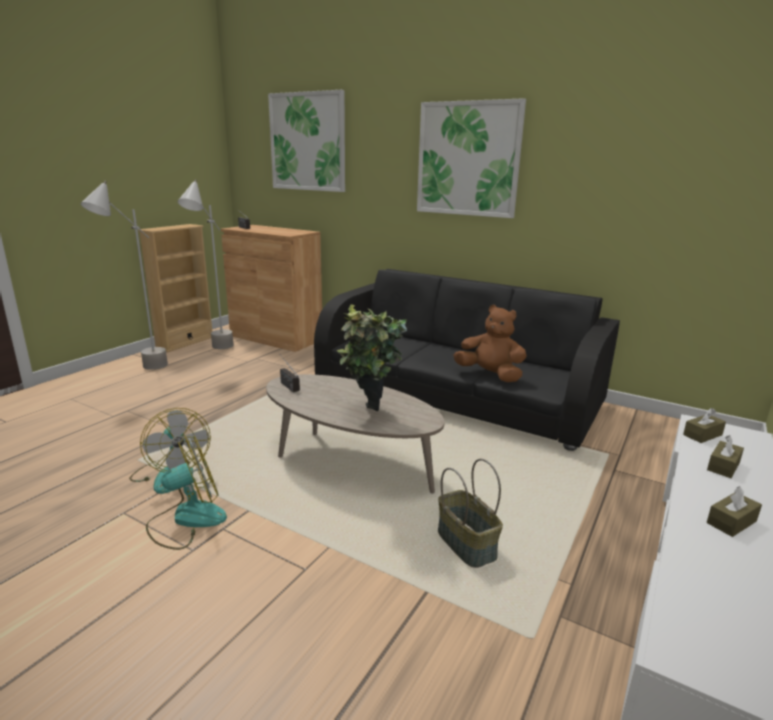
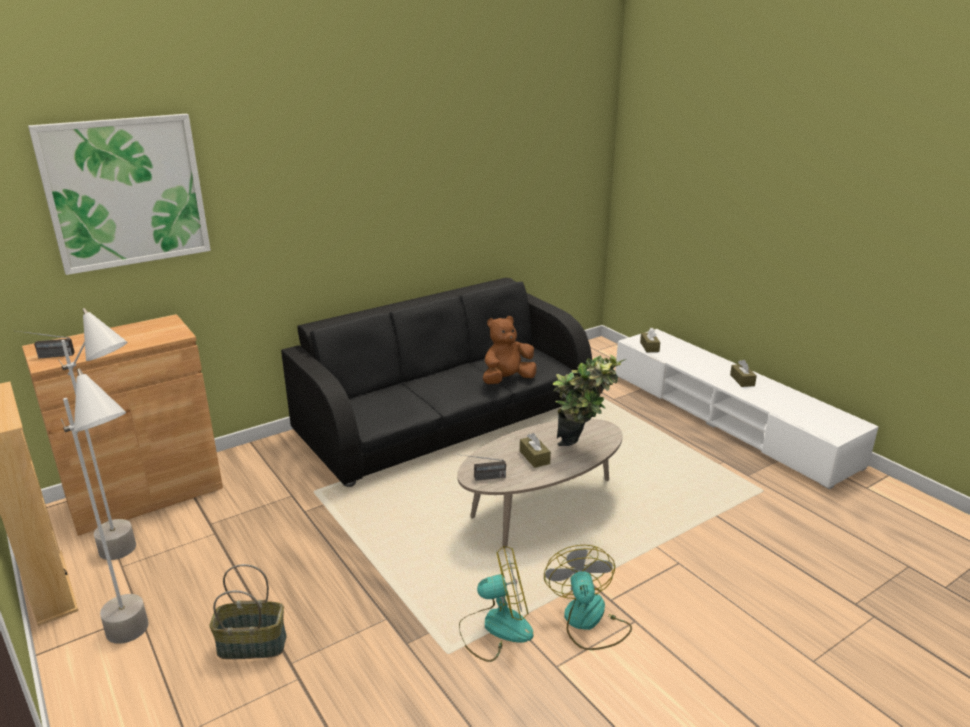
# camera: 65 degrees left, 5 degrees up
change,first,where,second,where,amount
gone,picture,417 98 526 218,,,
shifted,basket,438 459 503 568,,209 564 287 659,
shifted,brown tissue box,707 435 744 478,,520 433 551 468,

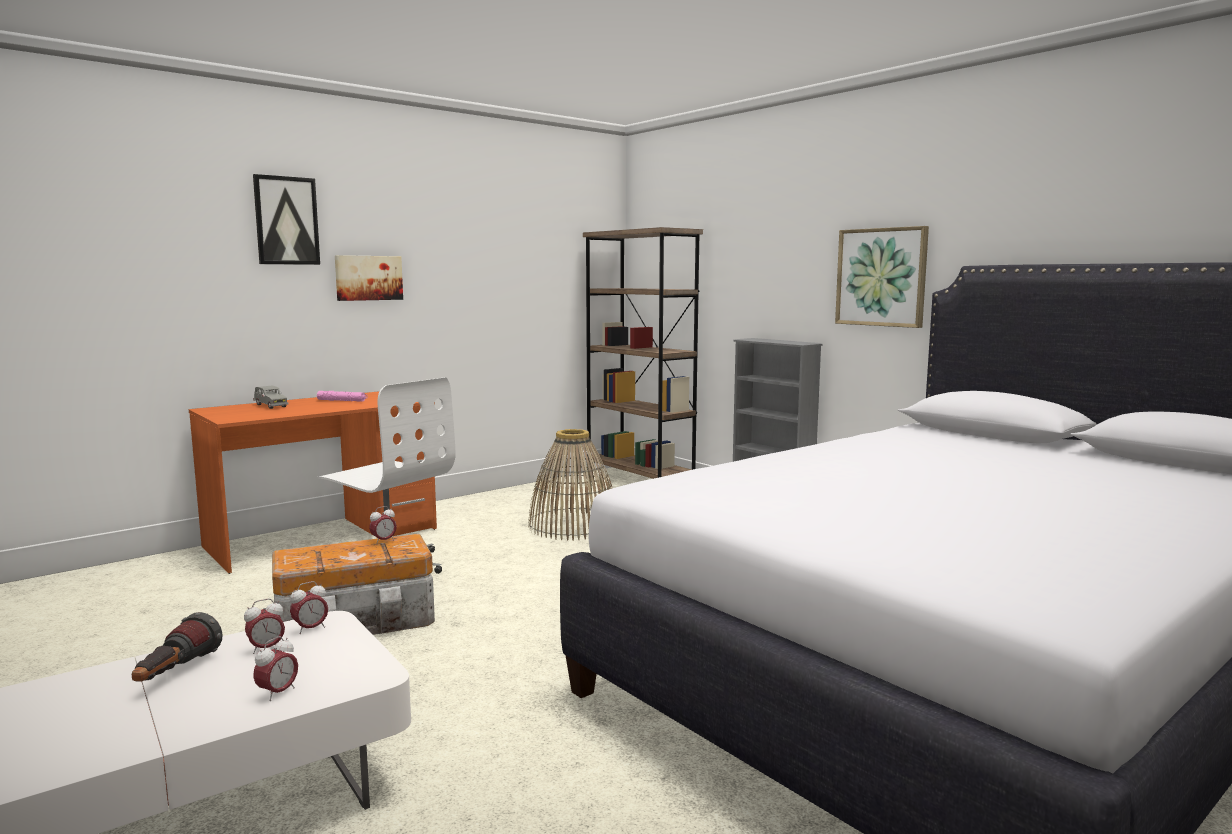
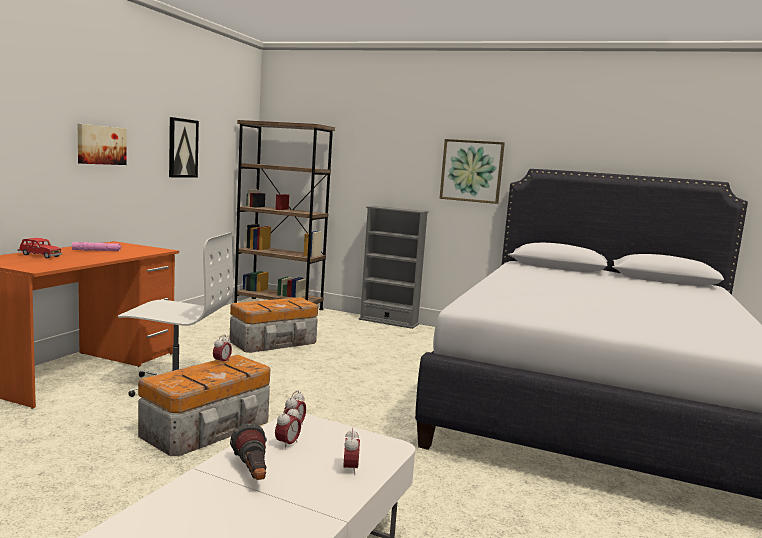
# camera: 30 degrees left, 0 degrees up
change,first,where,second,where,amount
shifted,picture,253 174 320 265,,169 117 199 178,
swapped,basket,528 429 612 541,storage box,230 297 318 353,
repainted,grey toy car,253 386 288 409,red toy car,18 238 62 259,

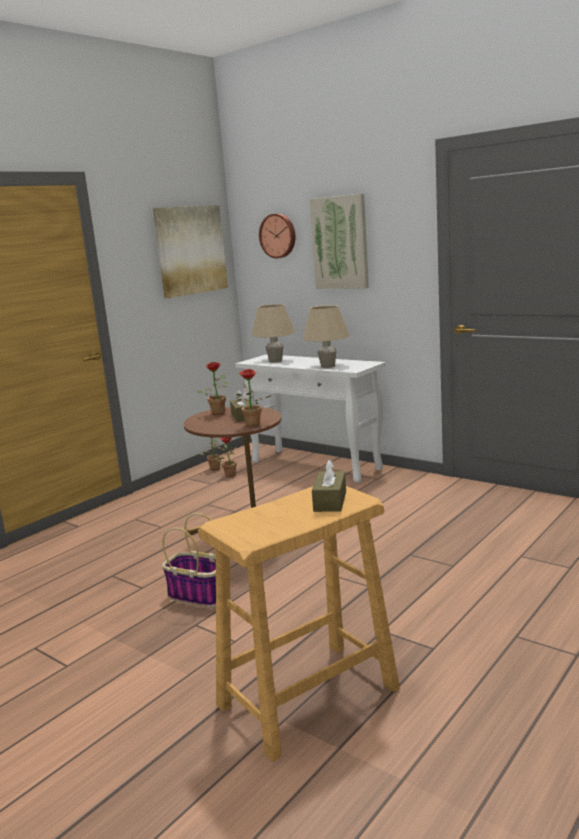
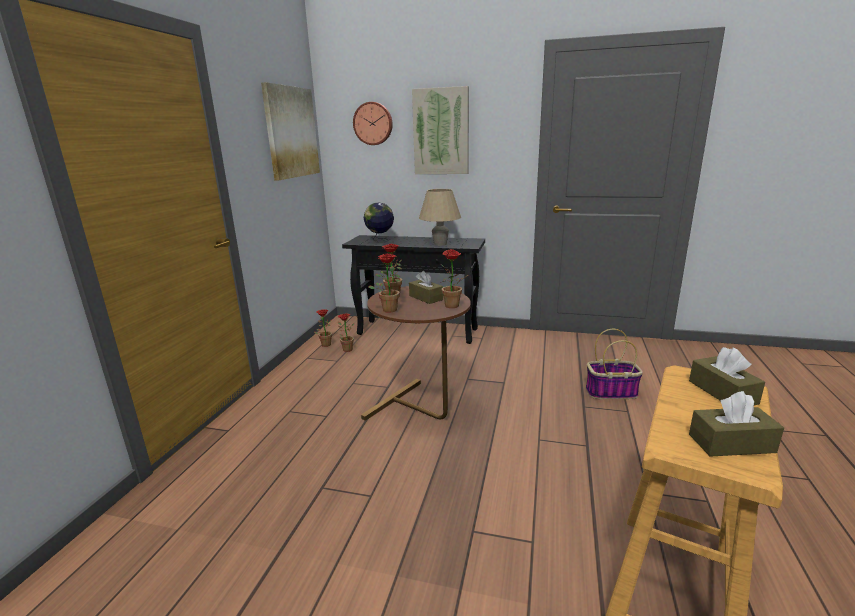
# camera: 25 degrees left, 5 degrees up
change,first,where,second,where,amount
new,,,potted plant,368 254 400 313,
new,,,brown tissue box,689 391 784 457,
shifted,basket,162 513 216 607,,586 329 643 399,
swapped,beige table lamp,251 304 295 363,globe,364 203 394 243,
repainted,white console table,235 354 386 483,black console table,342 235 485 344,

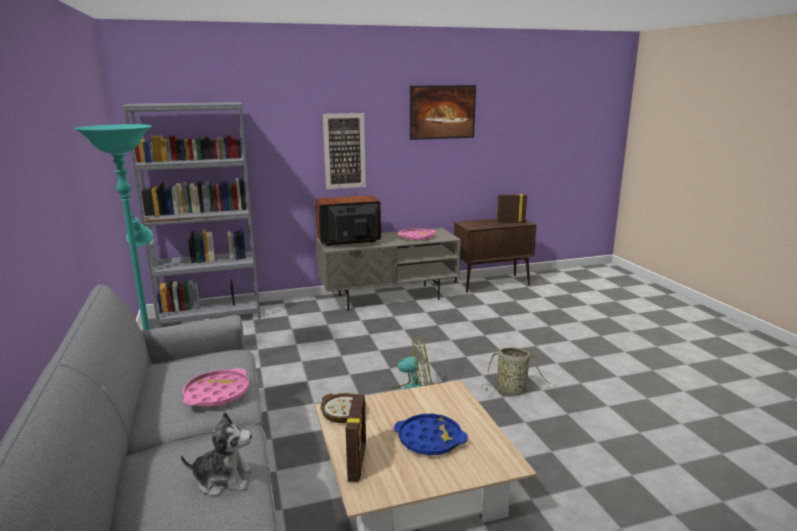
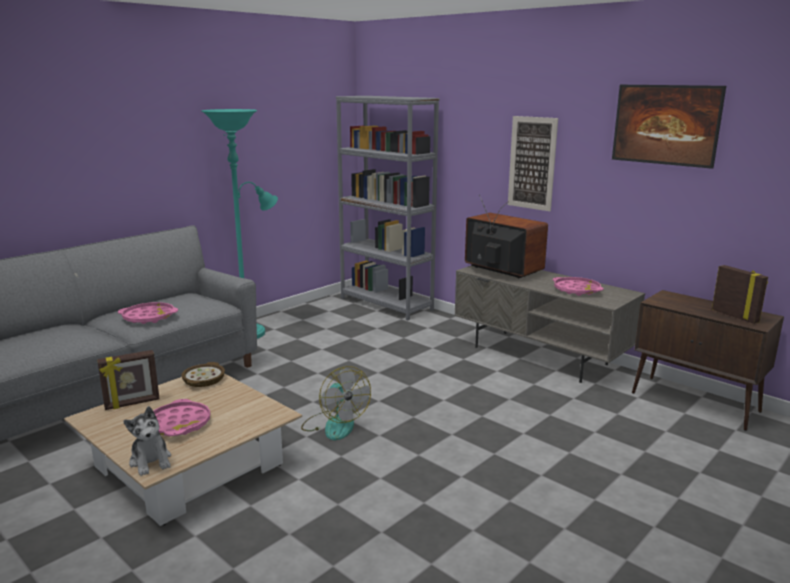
# camera: 60 degrees right, 0 degrees up
change,first,where,second,where,amount
gone,basket,481 347 557 396,,,
shifted,plush toy,181 412 254 496,,124 406 171 476,
repainted,blue tray,394 414 468 455,pink tray,153 399 210 436,

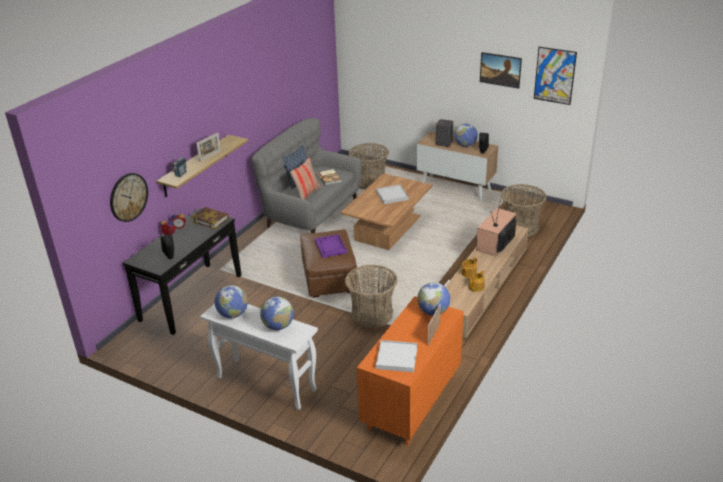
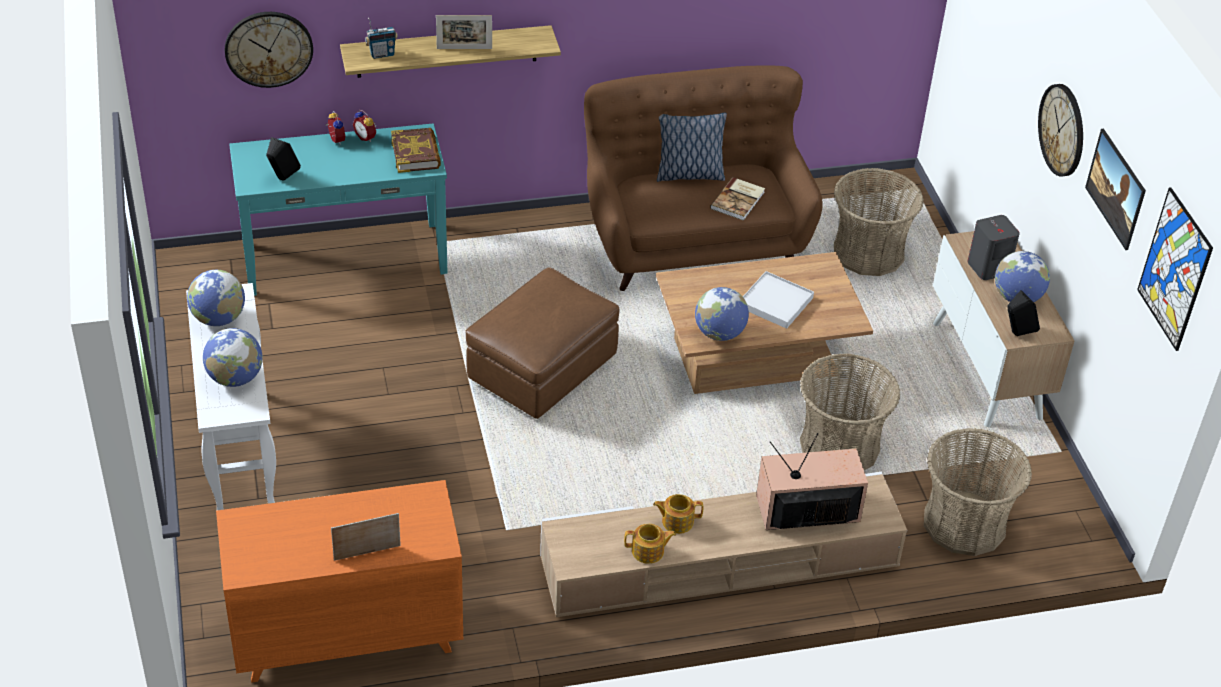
# camera: 45 degrees right, 10 degrees up
change,first,where,second,where,amount
gone,pillow,290 157 321 200,,,
gone,purple tray,315 234 347 258,,,
gone,white tray,376 340 418 372,,,
new,,,wall clock,1038 84 1083 177,
shifted,basket,345 265 398 328,,800 353 900 470,
shifted,globe,417 282 450 315,,695 287 749 341,
repainted,black console table,123 209 242 335,turquoise console table,229 124 447 296,
repainted,grey sofa,252 118 362 233,brown sofa,584 66 823 291,

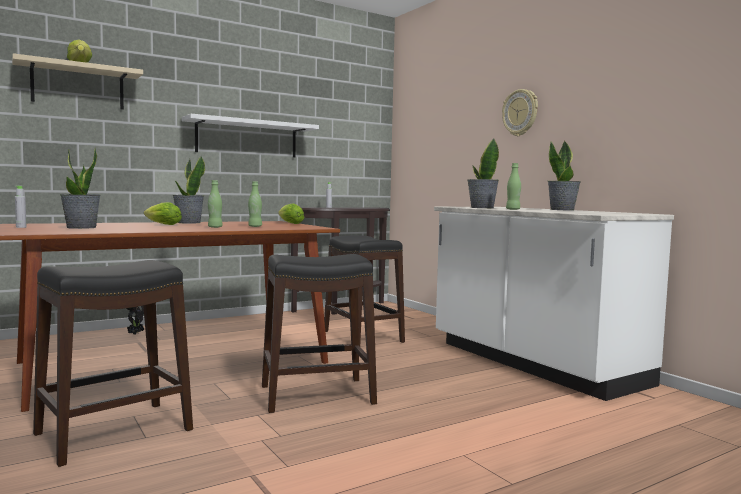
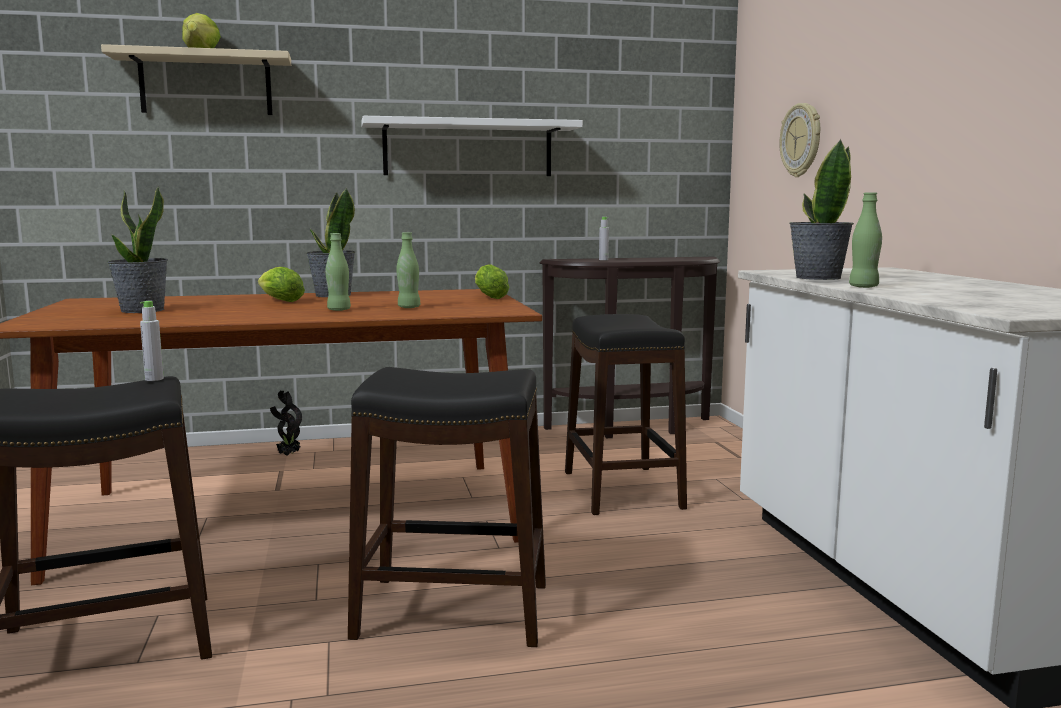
# camera: 20 degrees right, 5 degrees up
change,first,where,second,where,amount
gone,potted plant,548 141 581 211,,,
shifted,grey bottle,15 186 27 228,,140 301 164 381,
shifted,wall clock,502 89 538 136,,779 103 820 177,

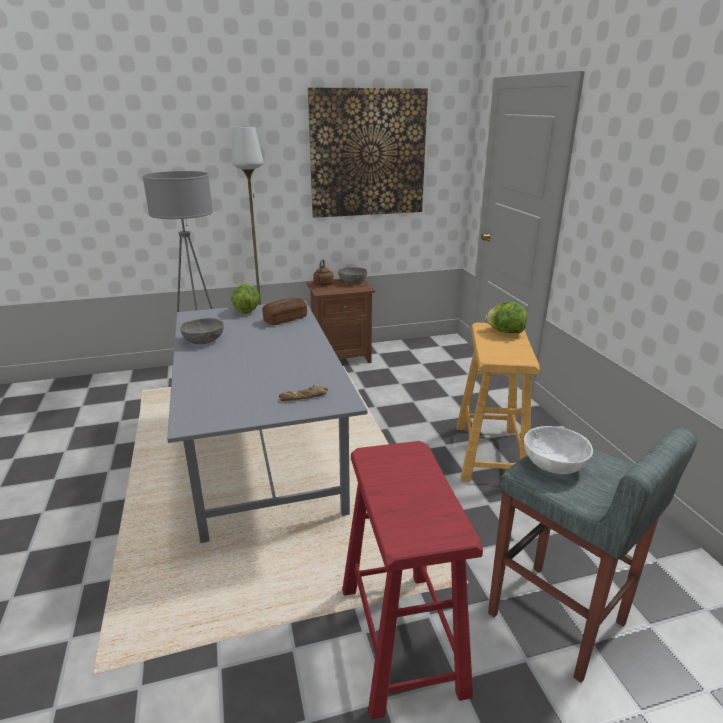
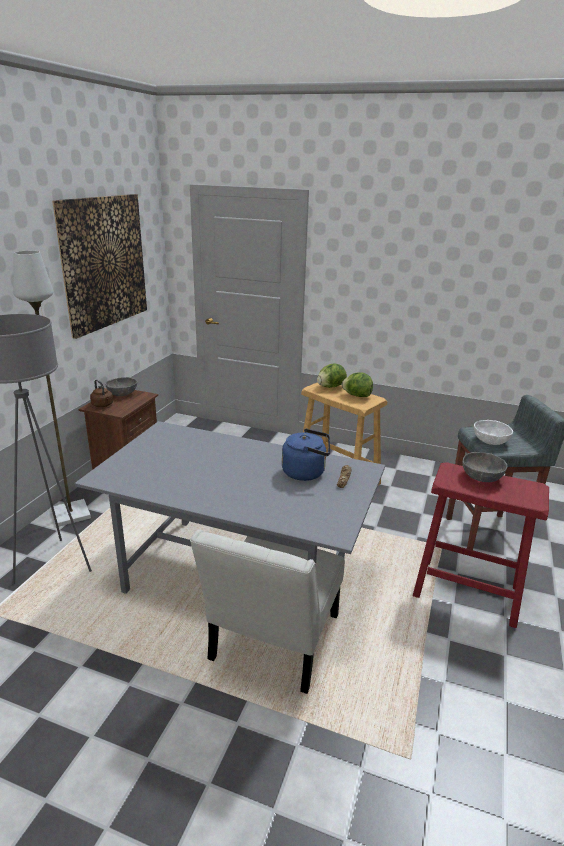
# camera: 55 degrees left, 0 degrees up
change,first,where,second,where,amount
gone,bread,262 298 307 325,,,
new,,,white chair,190 529 345 694,
new,,,blue kettle,282 429 330 481,
shifted,grey bowl,180 318 224 344,,462 452 507 482,
shifted,lettuce,231 284 260 314,,341 372 373 397,

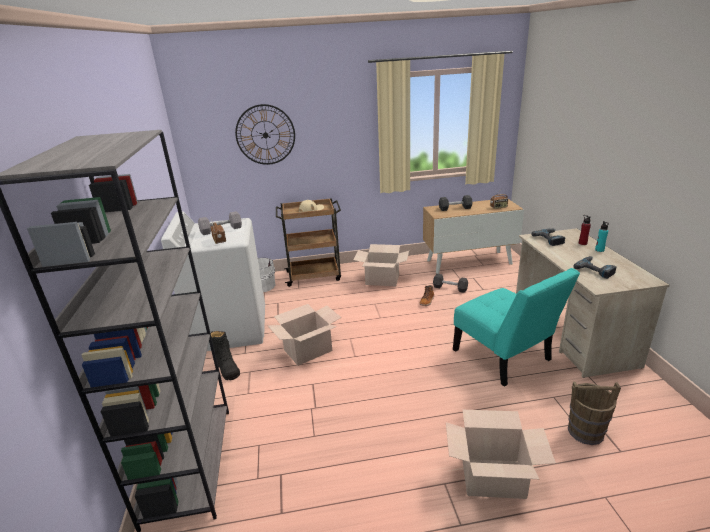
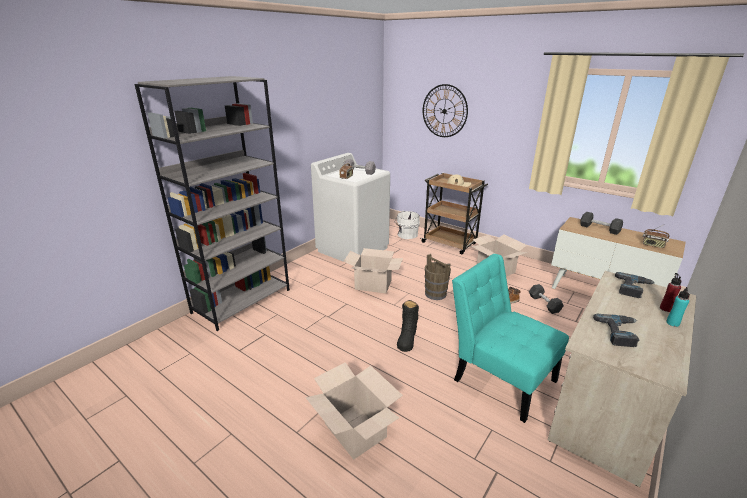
# camera: 45 degrees right, 0 degrees up
change,first,where,second,where,amount
shifted,black boot,211 331 240 380,,397 300 419 352,
shifted,brown bucket,568 382 621 445,,425 254 451 300,
rotated,turquoise chair,453 268 580 387,,452 254 569 423,120 degrees clockwise

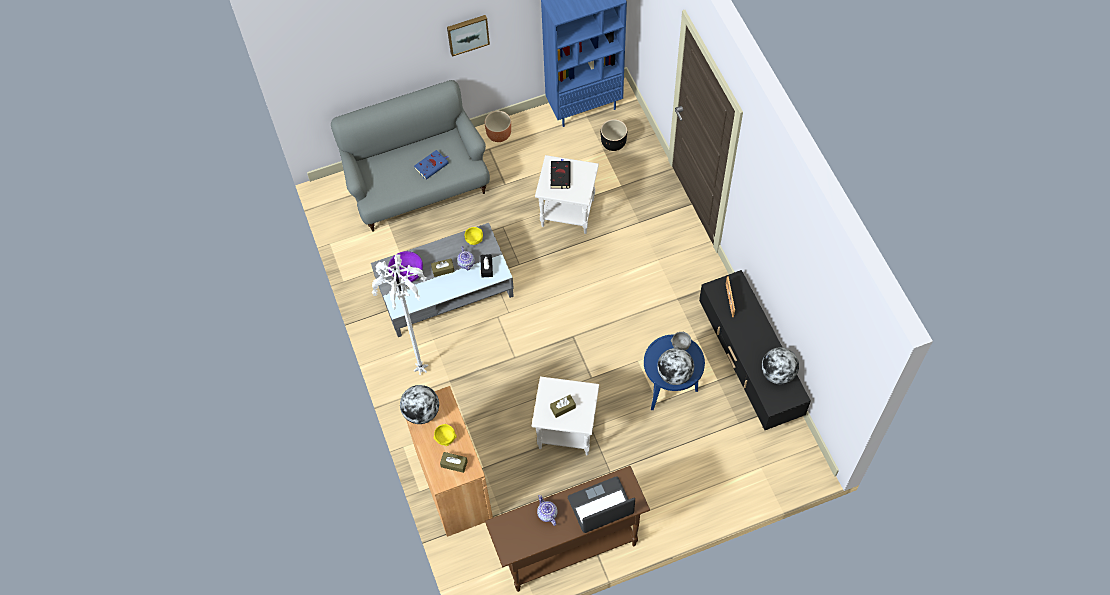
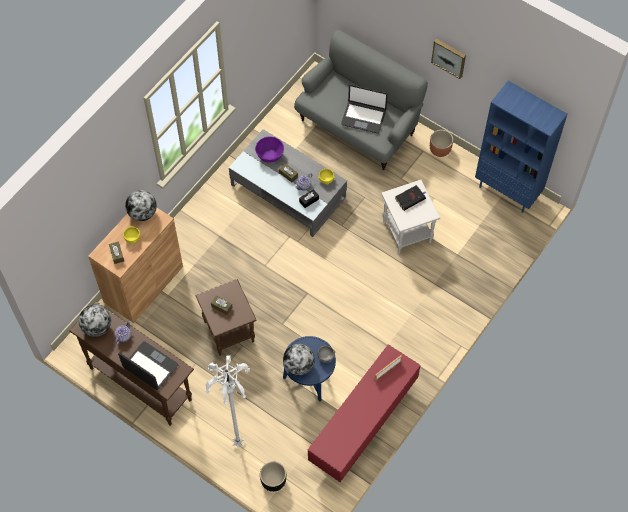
# camera: 55 degrees right, 0 degrees up
change,first,where,second,where,amount
shifted,white floor lamp,371 254 428 375,,205 355 250 449,
shifted,black planter,601 119 627 151,,260 461 286 492,
shifted,globe,762 347 799 384,,79 305 111 337,
swapped,blue book,414 150 449 180,laptop,341 85 388 133,
repainted,white side table,532 376 599 455,brown side table,195 279 257 356,
repainted,black tv stand,699 270 811 430,red tv stand,308 344 421 482,

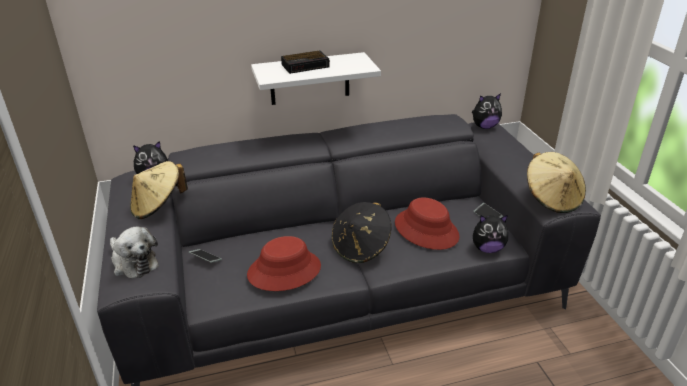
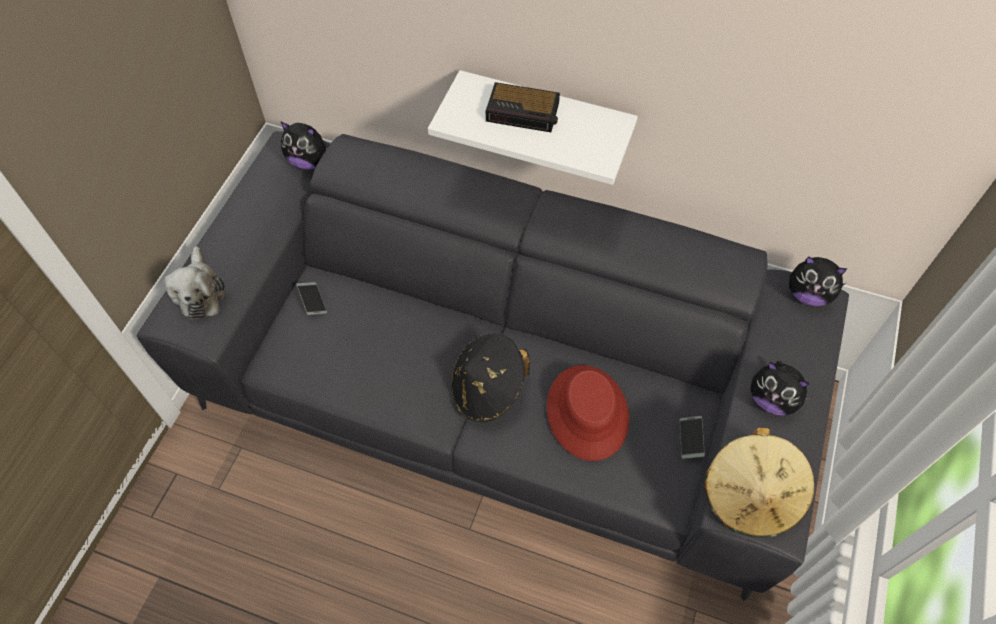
# camera: 35 degrees right, 25 degrees up
change,first,where,second,where,amount
gone,beige hat,130 161 188 219,,,
gone,red hat,247 236 321 291,,,
shifted,plush toy,473 215 508 253,,751 361 813 416,

